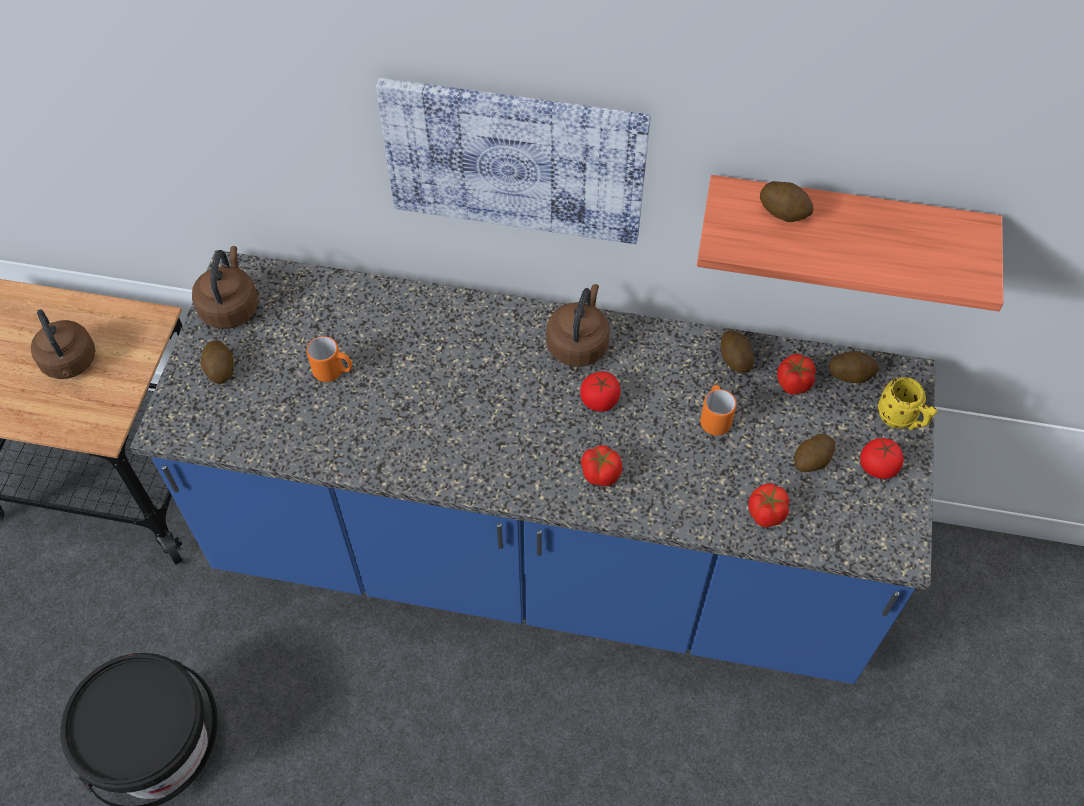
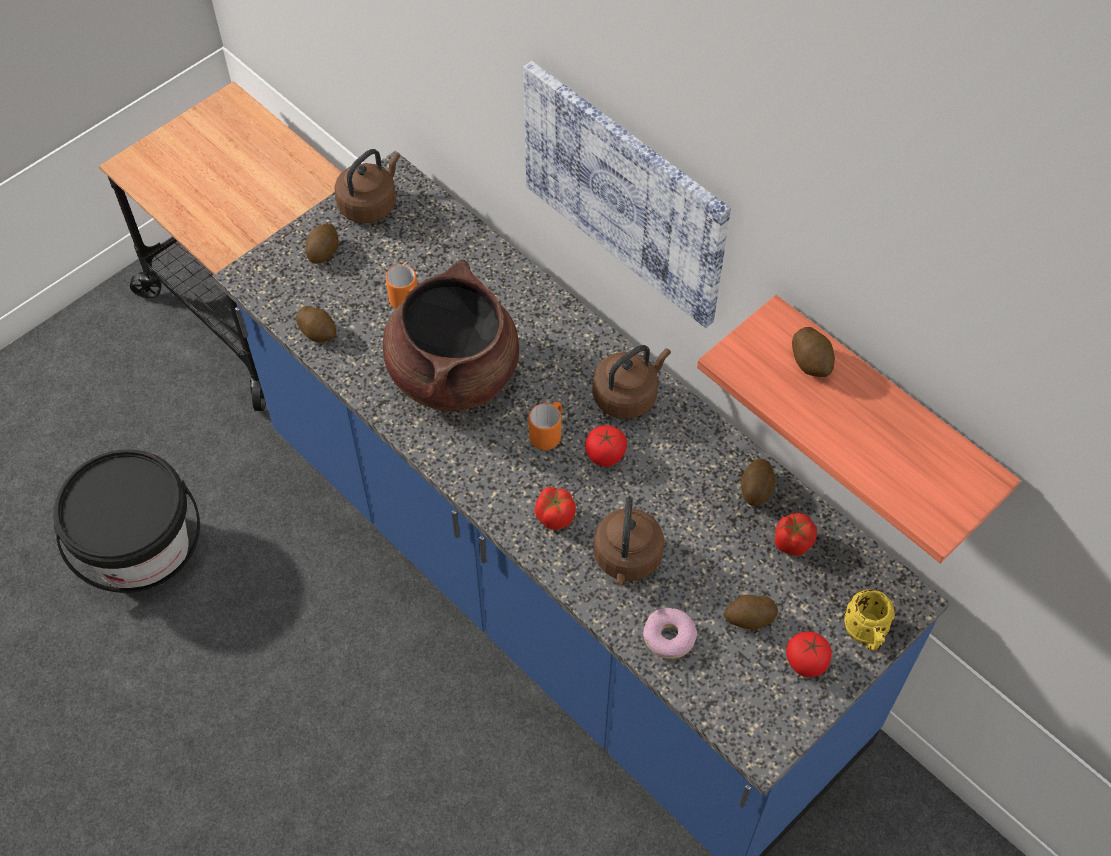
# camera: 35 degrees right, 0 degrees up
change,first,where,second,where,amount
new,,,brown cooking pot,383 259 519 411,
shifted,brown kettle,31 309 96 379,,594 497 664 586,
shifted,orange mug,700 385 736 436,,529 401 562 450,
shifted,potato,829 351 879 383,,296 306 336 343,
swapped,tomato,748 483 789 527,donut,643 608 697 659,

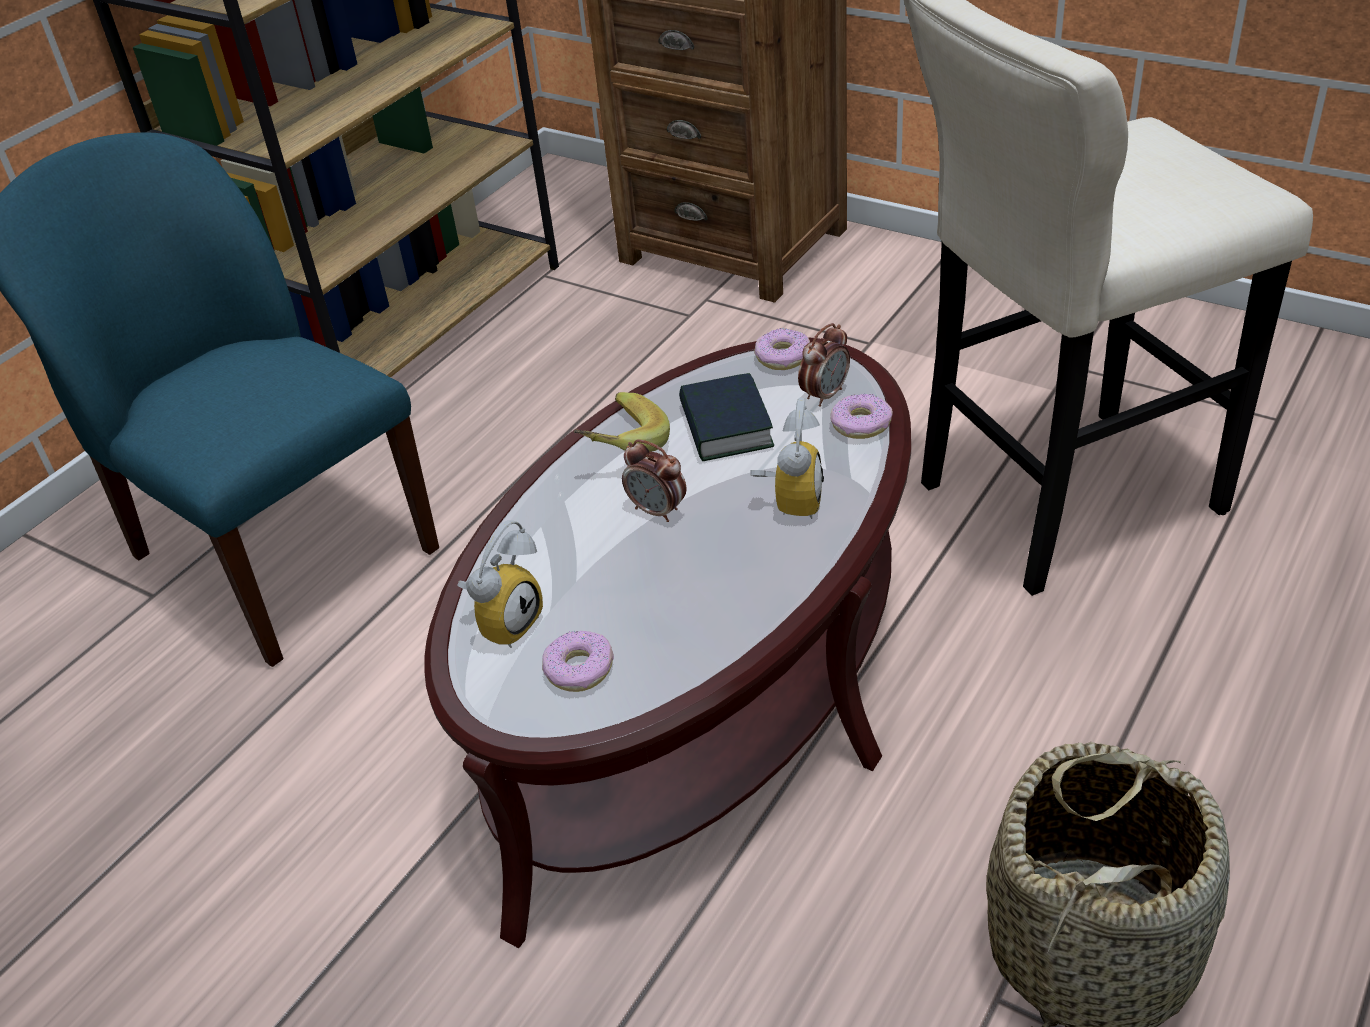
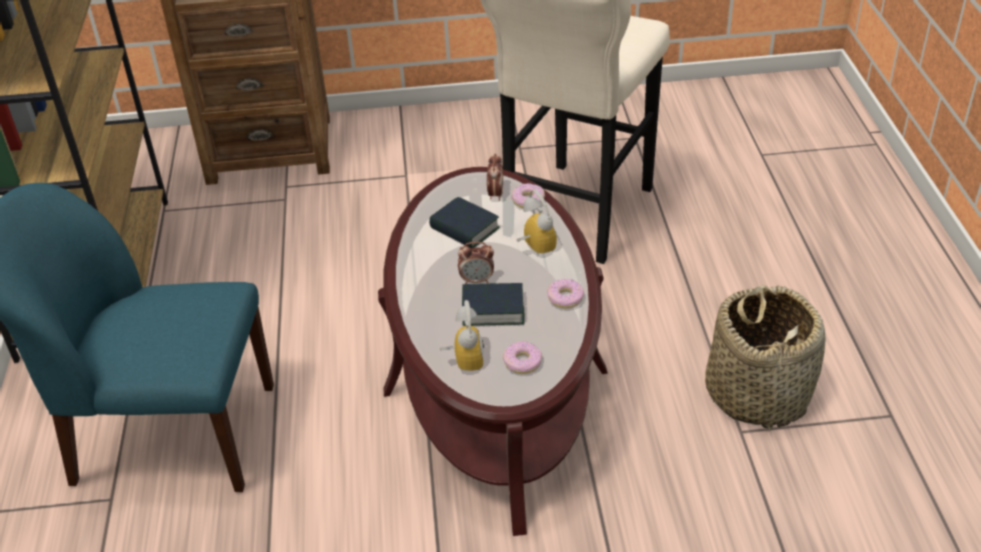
# camera: 40 degrees left, 0 degrees up
change,first,where,second,where,amount
gone,banana,573 392 670 452,,,
new,,,book,462 283 524 326,
shifted,donut,754 328 810 370,,547 279 584 308,

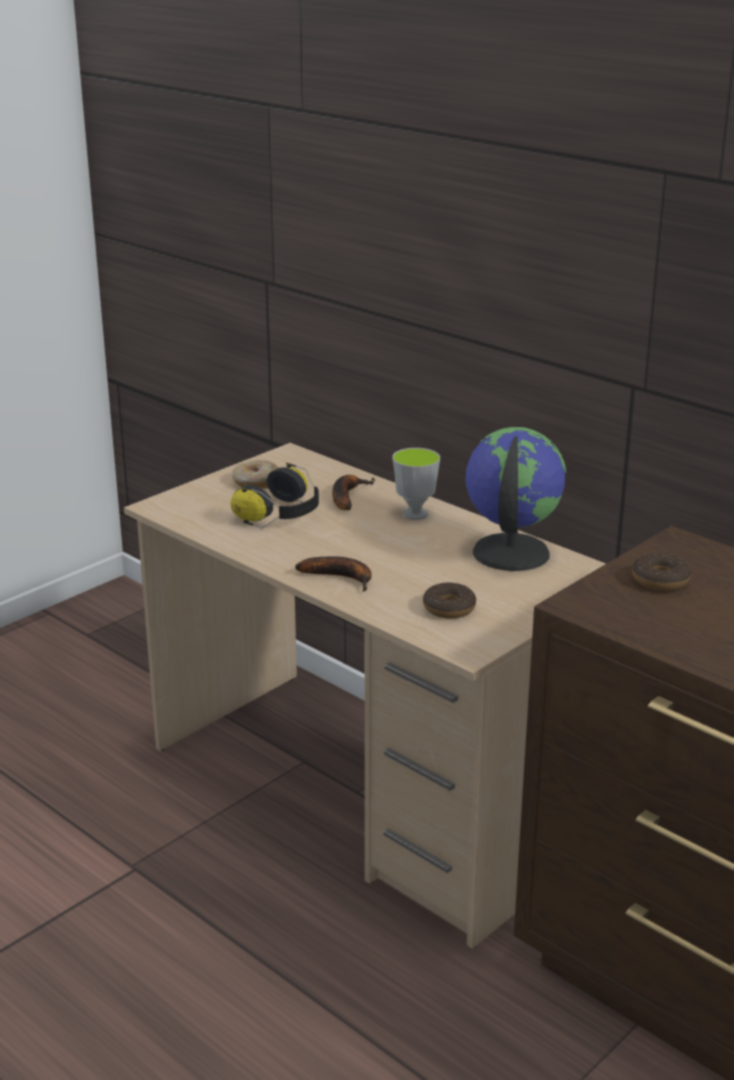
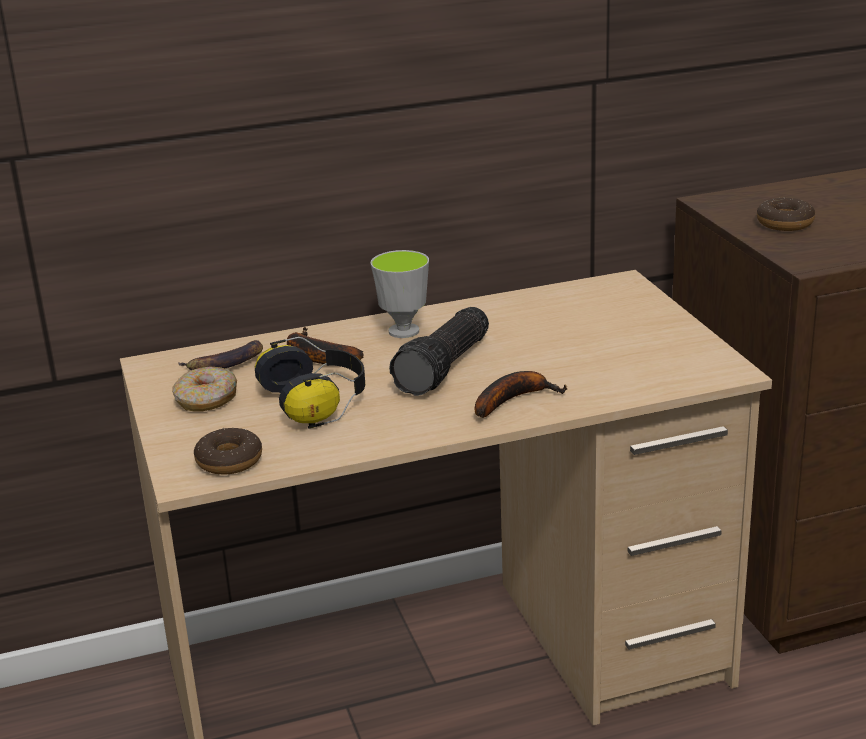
# camera: 60 degrees left, 0 degrees up
change,first,where,second,where,amount
gone,globe,464 427 566 571,,,
new,,,banana,178 340 263 370,
new,,,flashlight,389 307 489 396,
shifted,donut,423 582 476 619,,194 428 262 474,

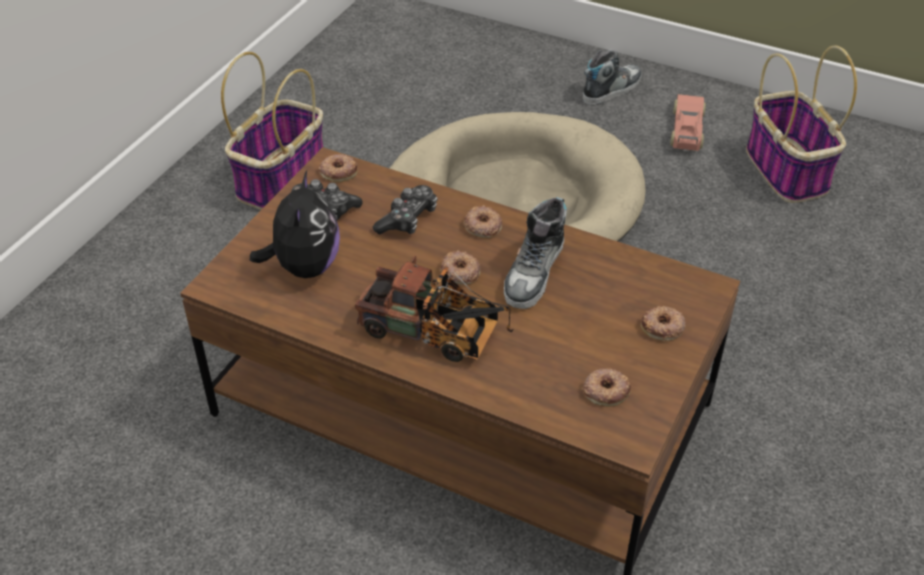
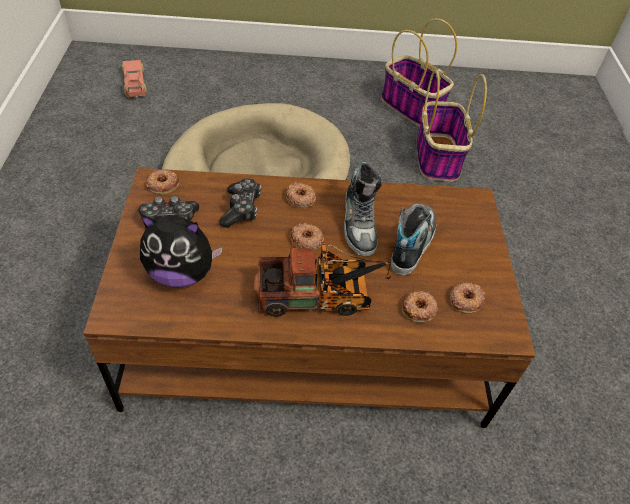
# camera: 30 degrees left, 5 degrees up
change,first,where,second,where,amount
shifted,basket,221 52 323 210,,416 69 487 181,
shifted,shoe,583 50 642 105,,391 204 436 276,
shifted,donut,641 306 686 341,,402 291 438 323,
shifted,toy car,670 94 706 151,,121 60 147 98,
rotated,plush toy,250 171 340 278,,140 214 223 288,120 degrees clockwise

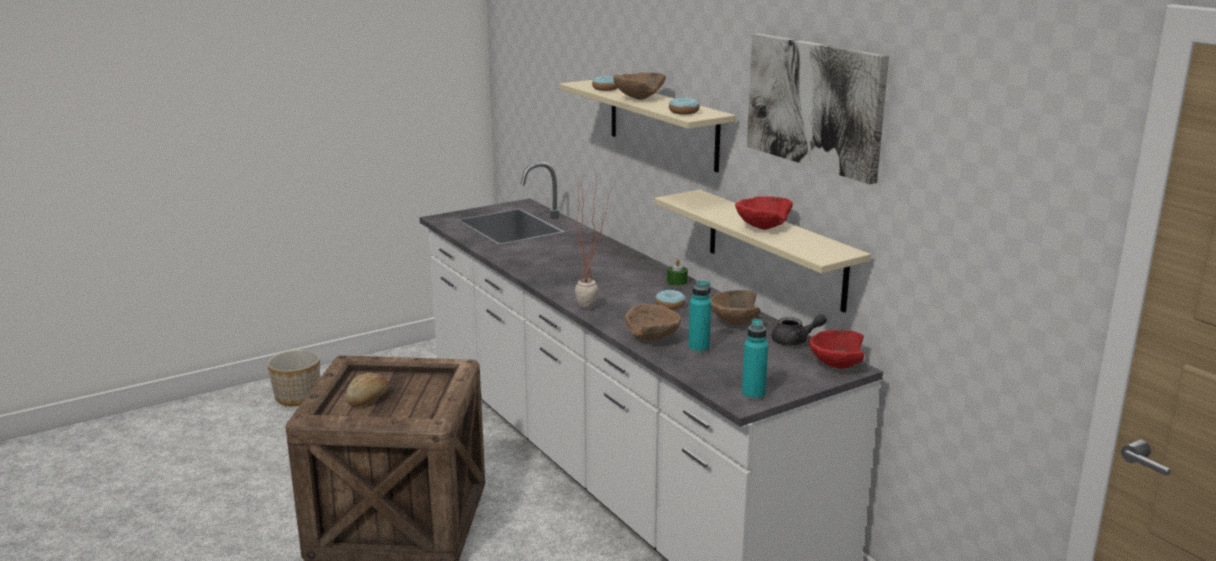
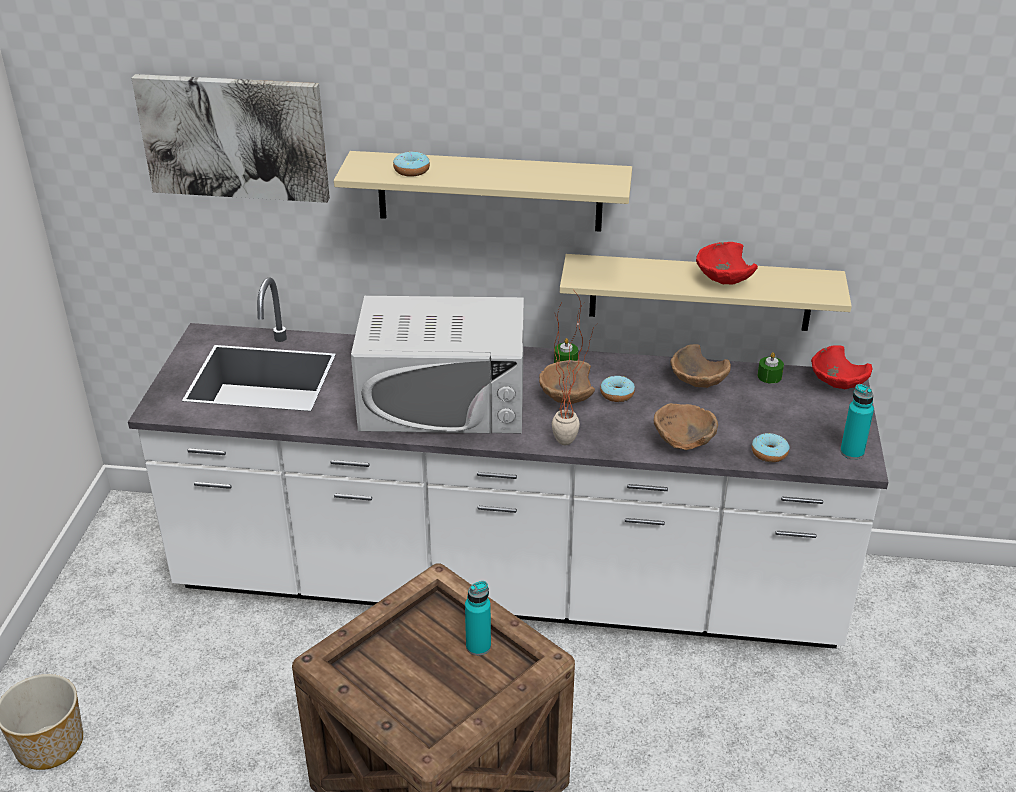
# camera: 50 degrees left, 15 degrees up
change,first,where,second,where,amount
gone,bread,346 373 388 407,,,
new,,,white microwave,351 296 524 433,
shifted,brown bowl,613 72 666 100,,539 360 595 404,
shifted,donut,669 97 700 115,,752 433 790 462,
shifted,turquoise bottle,688 280 711 353,,465 581 491 656,
shifted,picture,747 33 889 184,,132 74 330 203,
swapped,grey teapot,772 314 827 346,green candle,757 352 784 384,

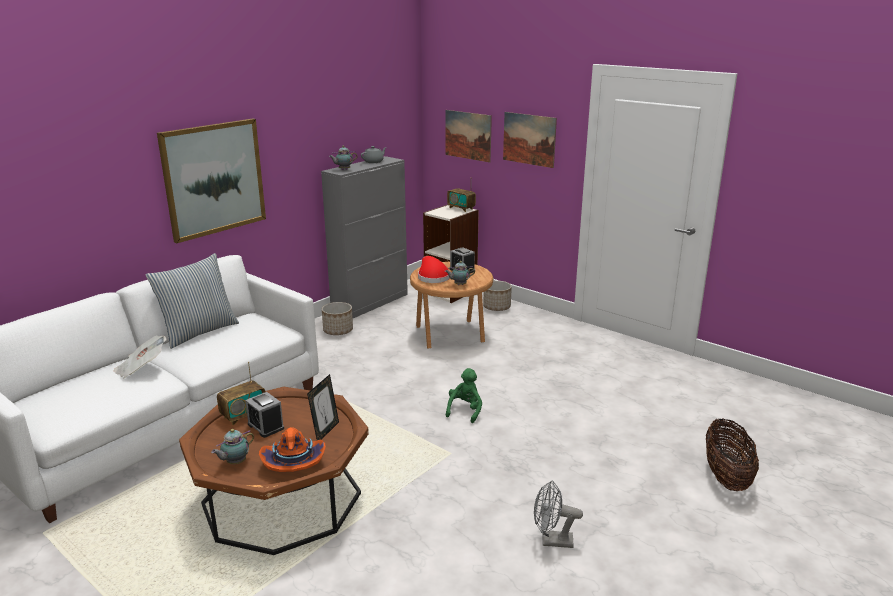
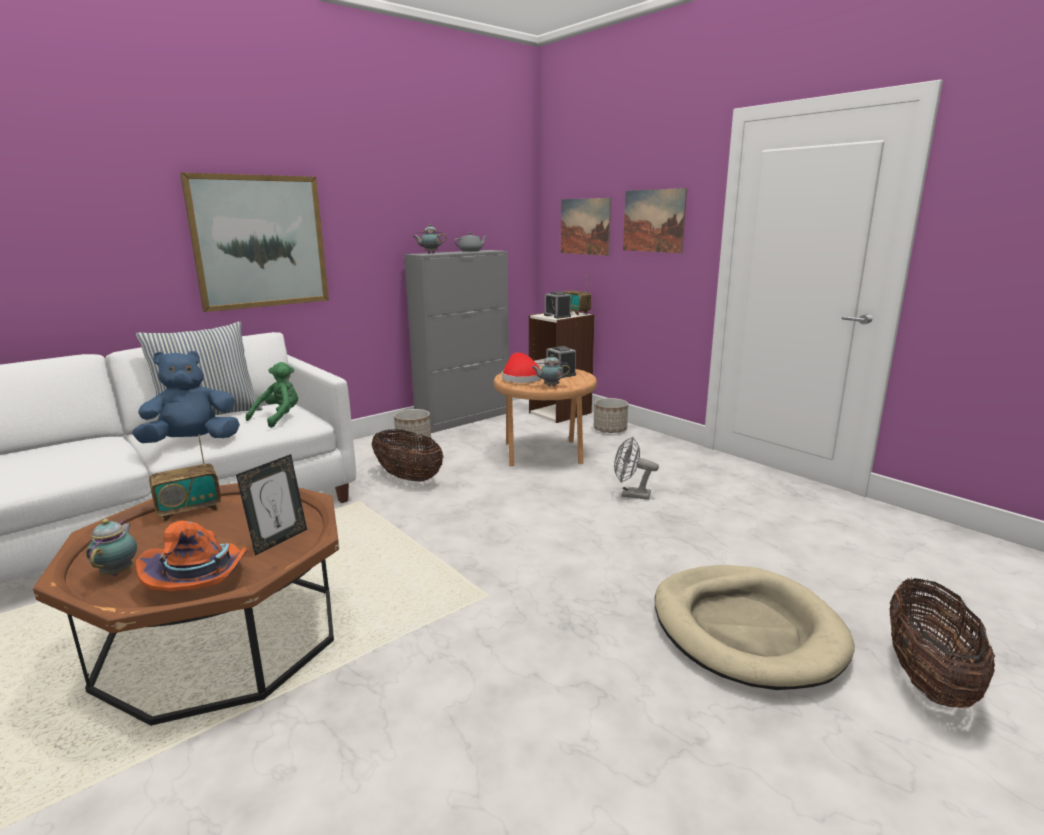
# camera: 10 degrees right, 5 degrees down
change,first,where,second,where,amount
gone,newspaper,114 335 167 378,,,
new,,,blue plush toy,132 351 240 443,
new,,,basket,372 429 444 482,
new,,,beige dog bed,655 565 855 690,
shifted,alarm clock,245 392 284 438,,544 292 571 318,
shifted,green plush toy,446 368 482 423,,246 362 298 428,
shifted,grey fan,534 480 583 548,,614 437 659 500,
rotated,teapot,211 429 254 464,,86 519 137 576,120 degrees clockwise

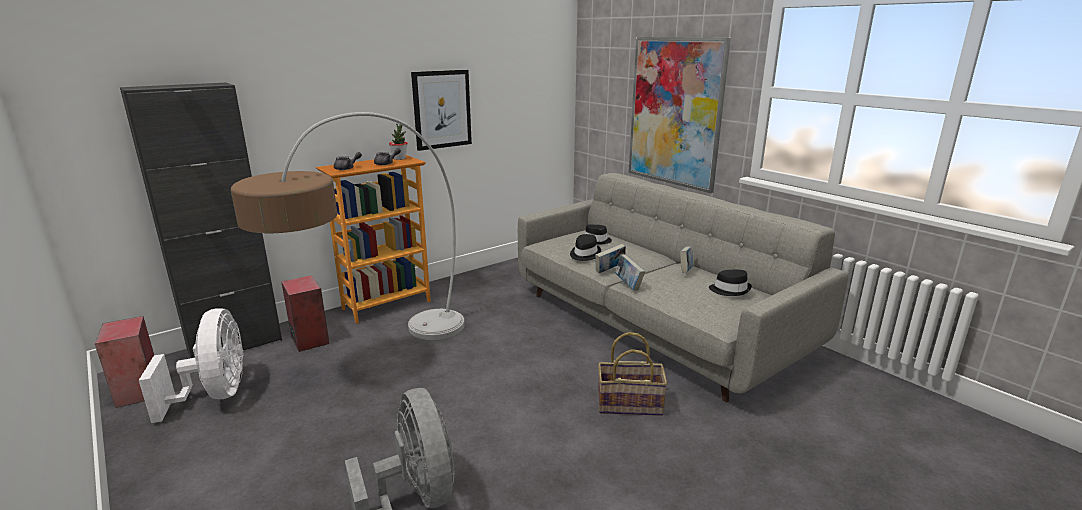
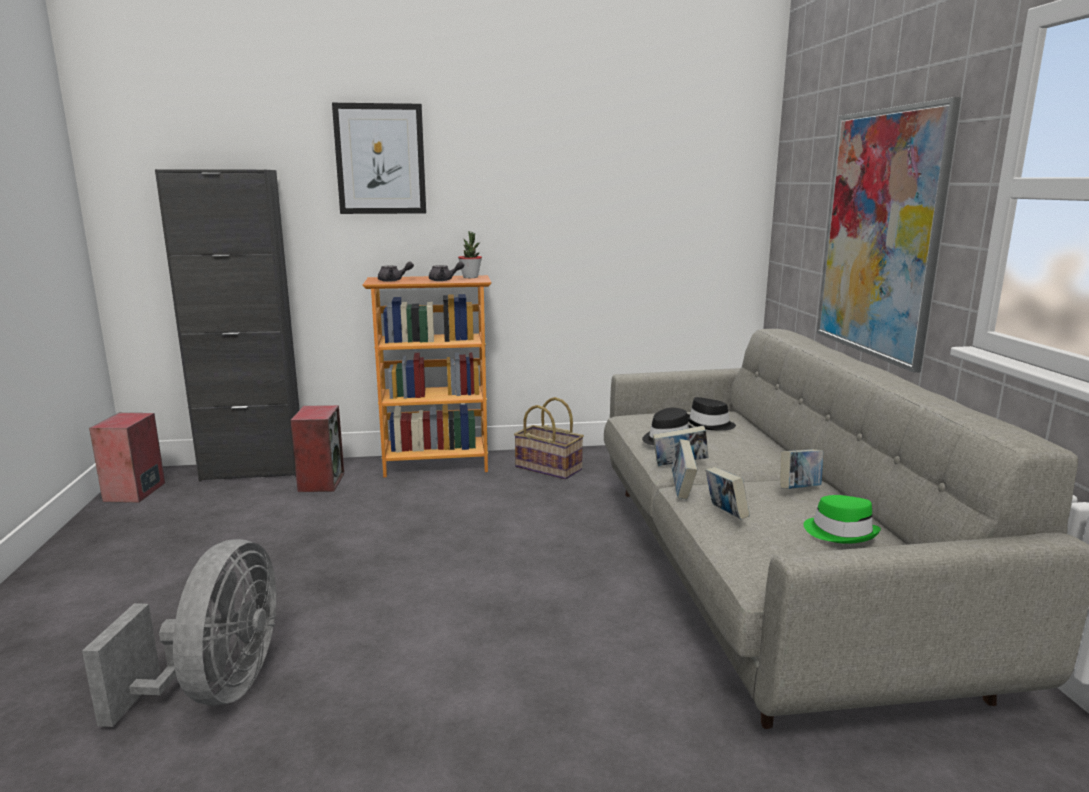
# camera: 30 degrees right, 5 degrees down
change,first,where,second,where,amount
gone,white fan,139 308 244 423,,,
gone,floor lamp,231 112 465 340,,,
new,,,book,705 467 750 520,
shifted,picture,411 70 472 151,,332 103 426 214,
shifted,basket,598 332 668 416,,514 397 584 480,
repainted,black hat,709 270 752 296,green hat,804 495 881 544,

